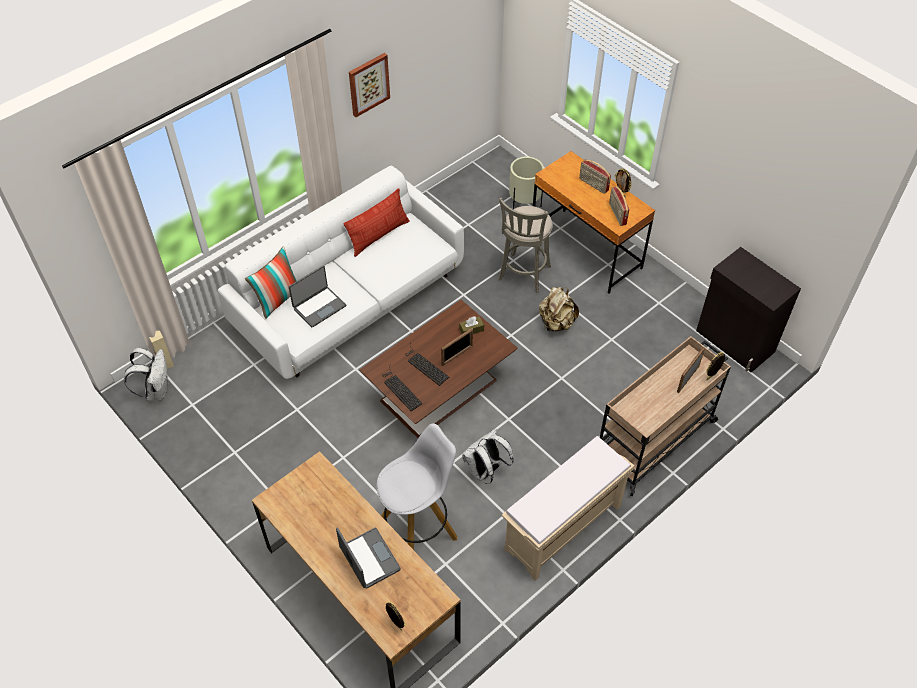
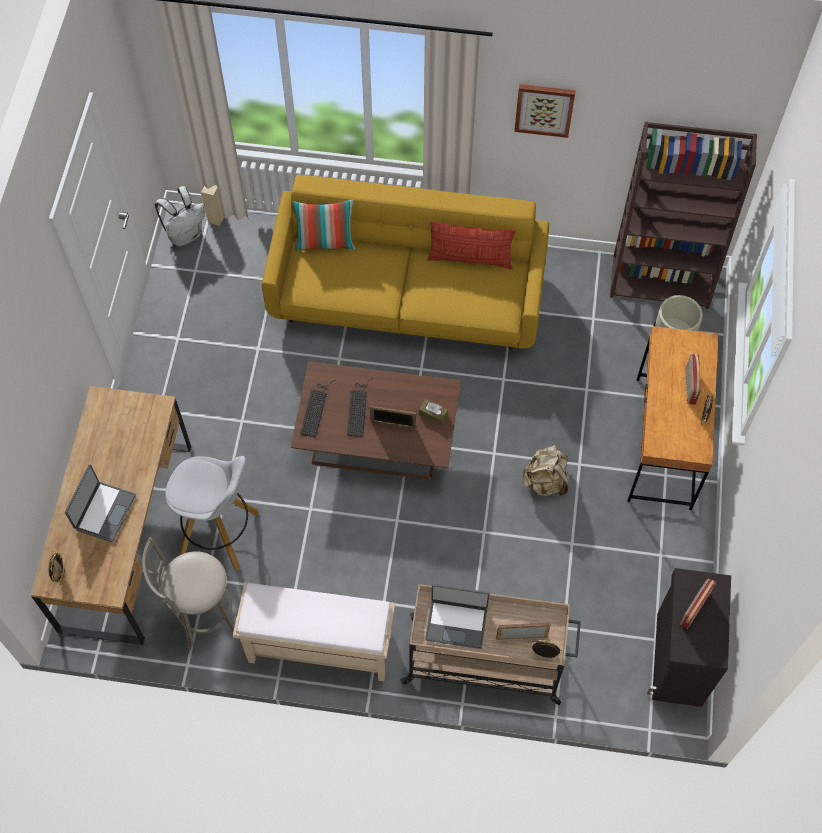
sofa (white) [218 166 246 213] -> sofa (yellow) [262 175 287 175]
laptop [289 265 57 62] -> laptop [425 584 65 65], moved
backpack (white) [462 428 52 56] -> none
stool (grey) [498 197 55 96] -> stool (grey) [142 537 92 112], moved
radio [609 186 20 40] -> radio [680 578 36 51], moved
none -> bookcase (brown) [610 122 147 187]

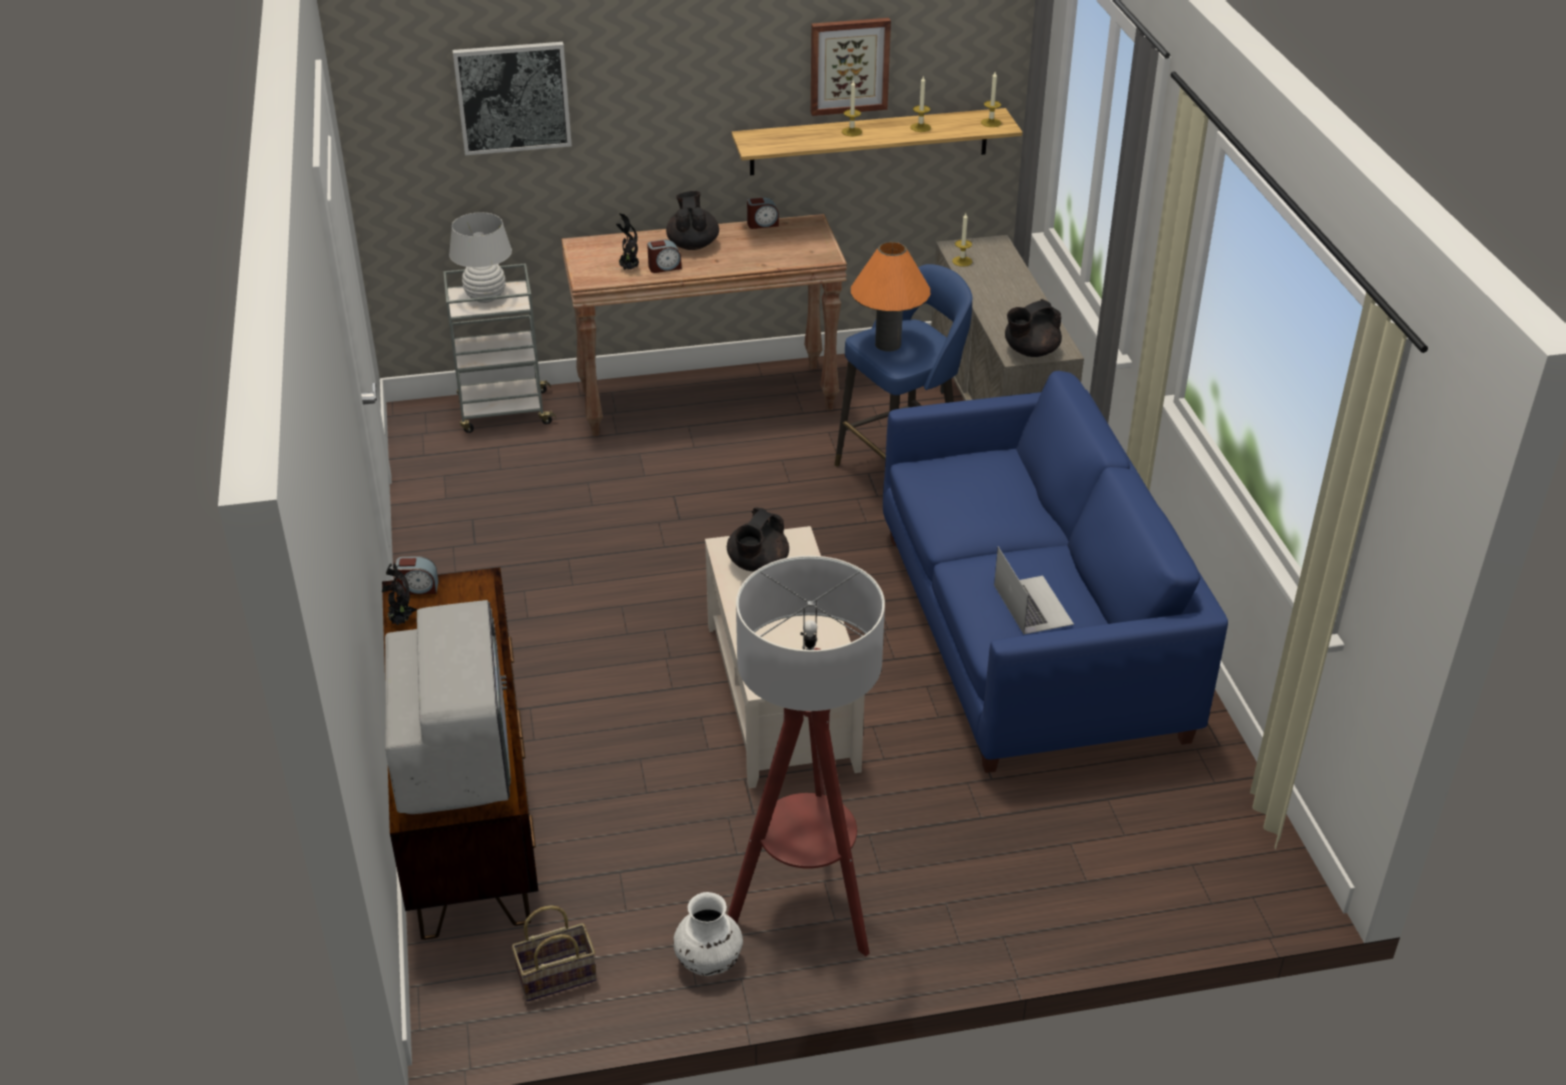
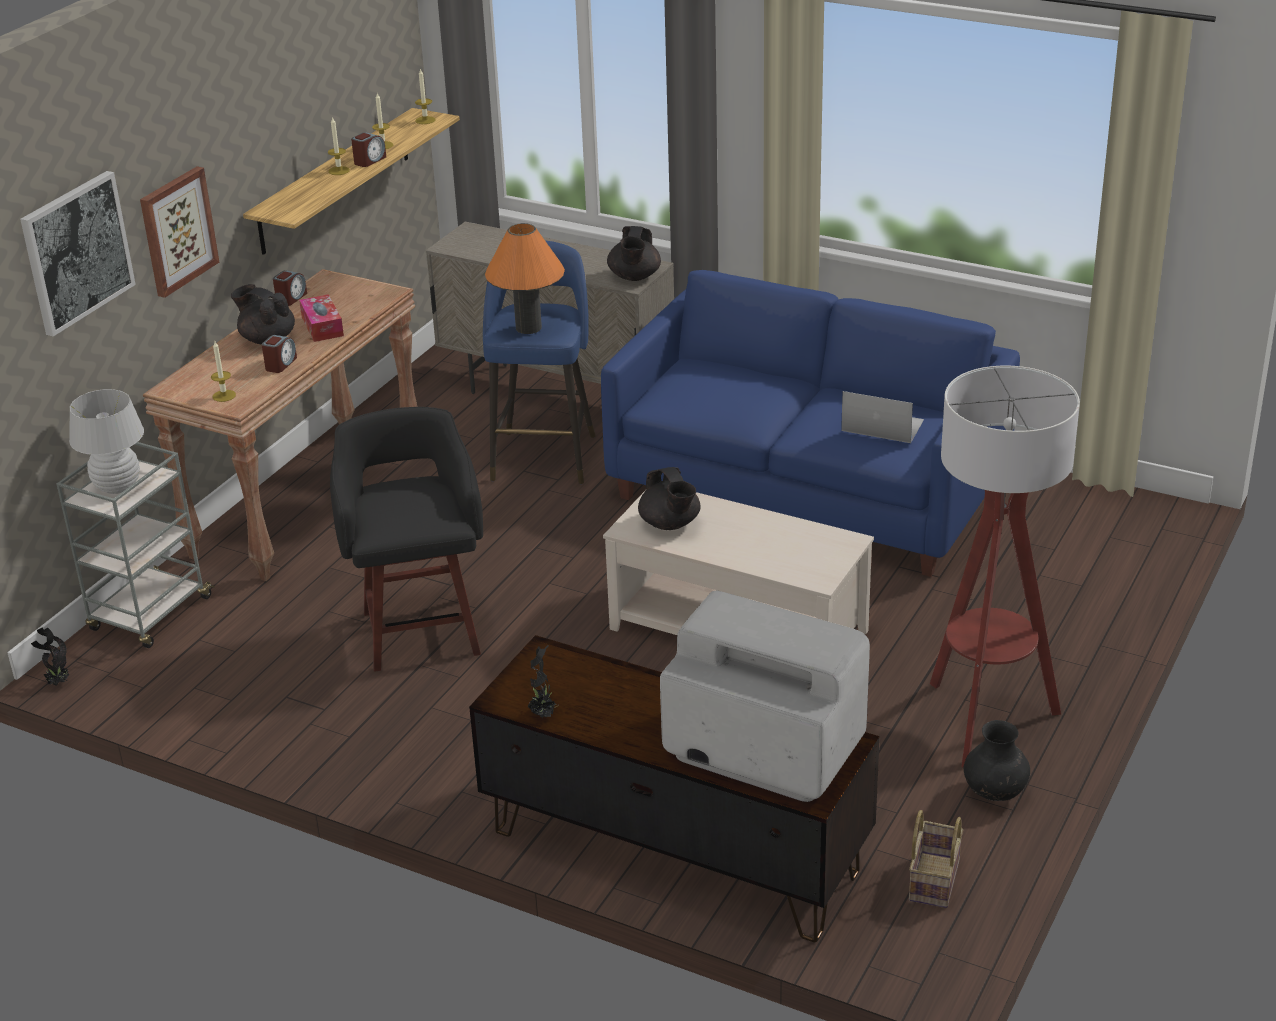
alarm clock [396 556 43 39] -> alarm clock [351 132 35 35], moved
potted plant [616 214 23 56] -> potted plant [31 627 38 59], moved
vase (white) [674 892 69 84] -> vase (black) [964 720 66 81]
picture [811 18 80 98] -> picture [140 166 79 132], moved
candle [952 213 20 54] -> candle [211 341 25 61], moved
none -> tissue box [299 294 45 48]
none -> stool (black) [330 407 153 265]

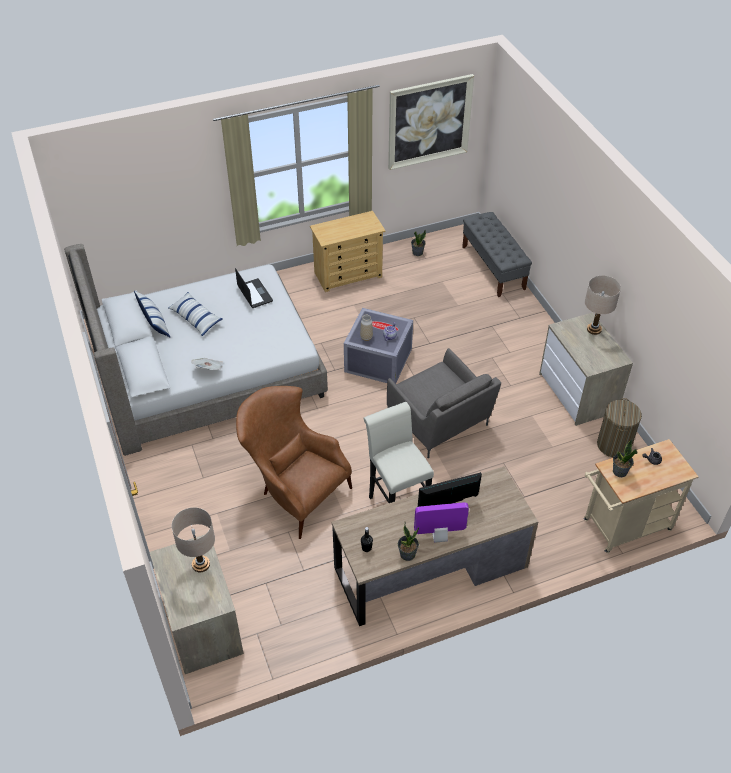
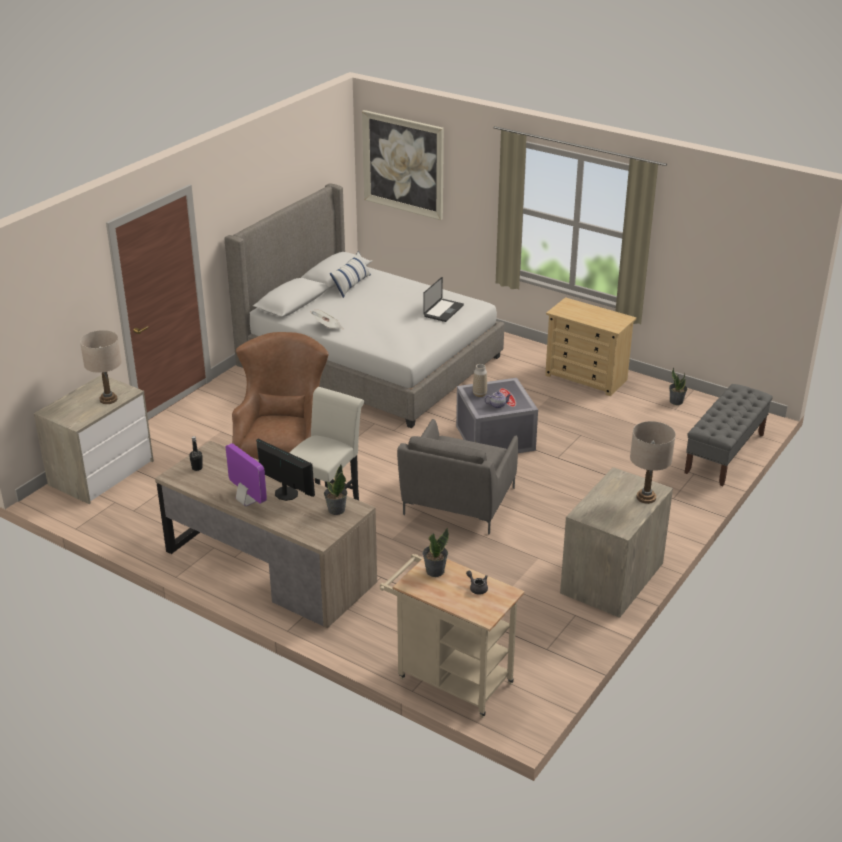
pillow [168 292 55 44] -> none
picture [388 74 86 96] -> picture [362 110 82 110], moved
potted plant [398 525 21 36] -> potted plant [324 465 23 50], moved
laundry basket [597 398 45 60] -> none

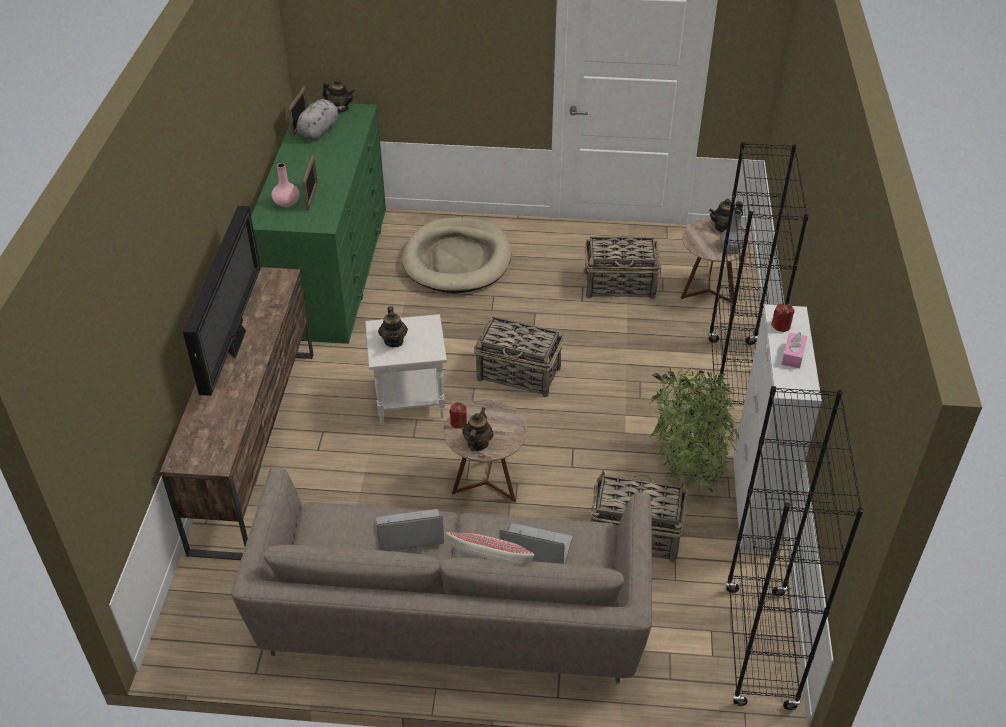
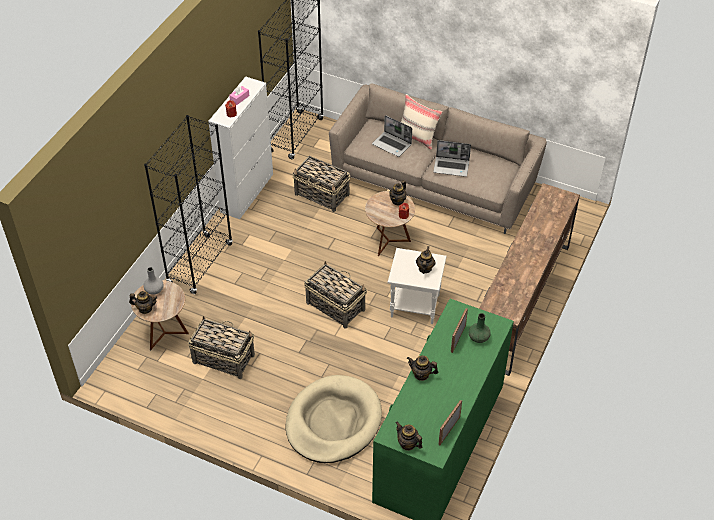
television [183 206 78 190] -> none
vase (pink) [272 163 28 44] -> vase (green) [469 313 22 30]
plush toy (grey) [297 99 48 41] -> none
potted plant [648 367 92 128] -> none
none -> teapot [407 355 32 26]

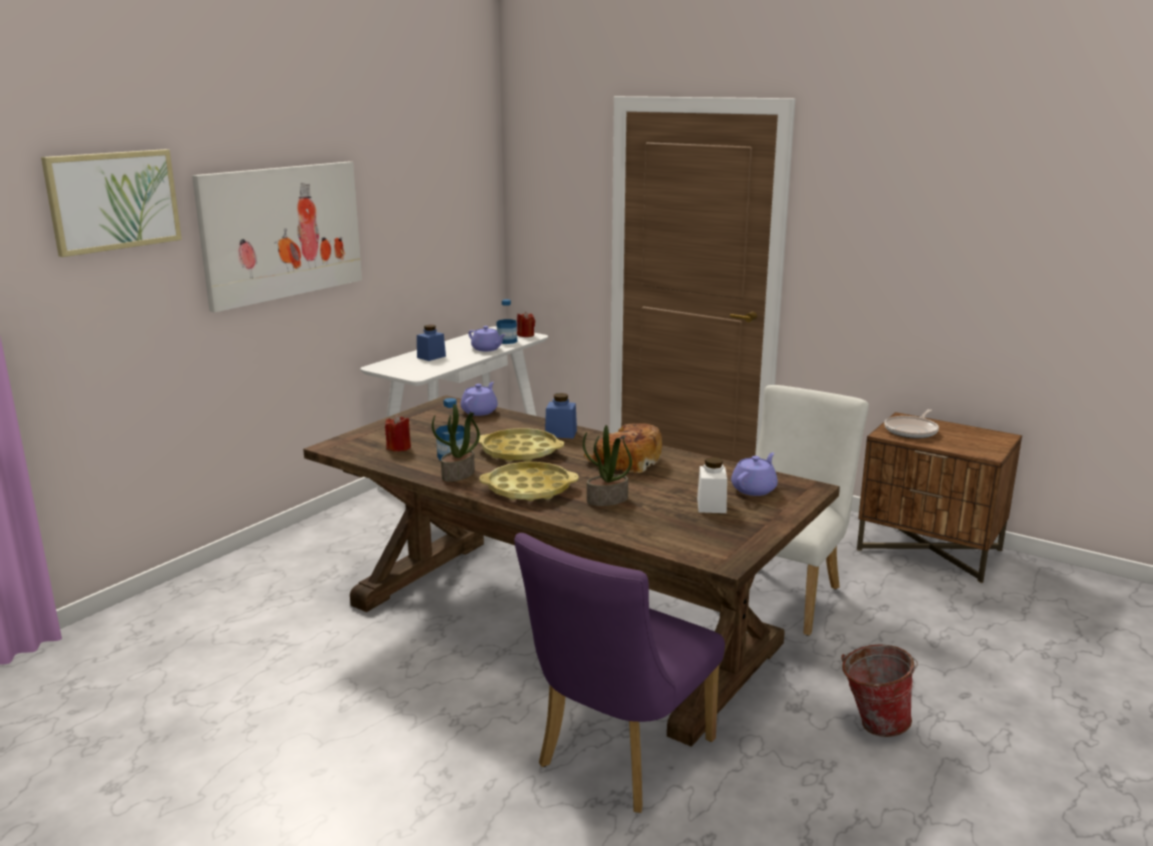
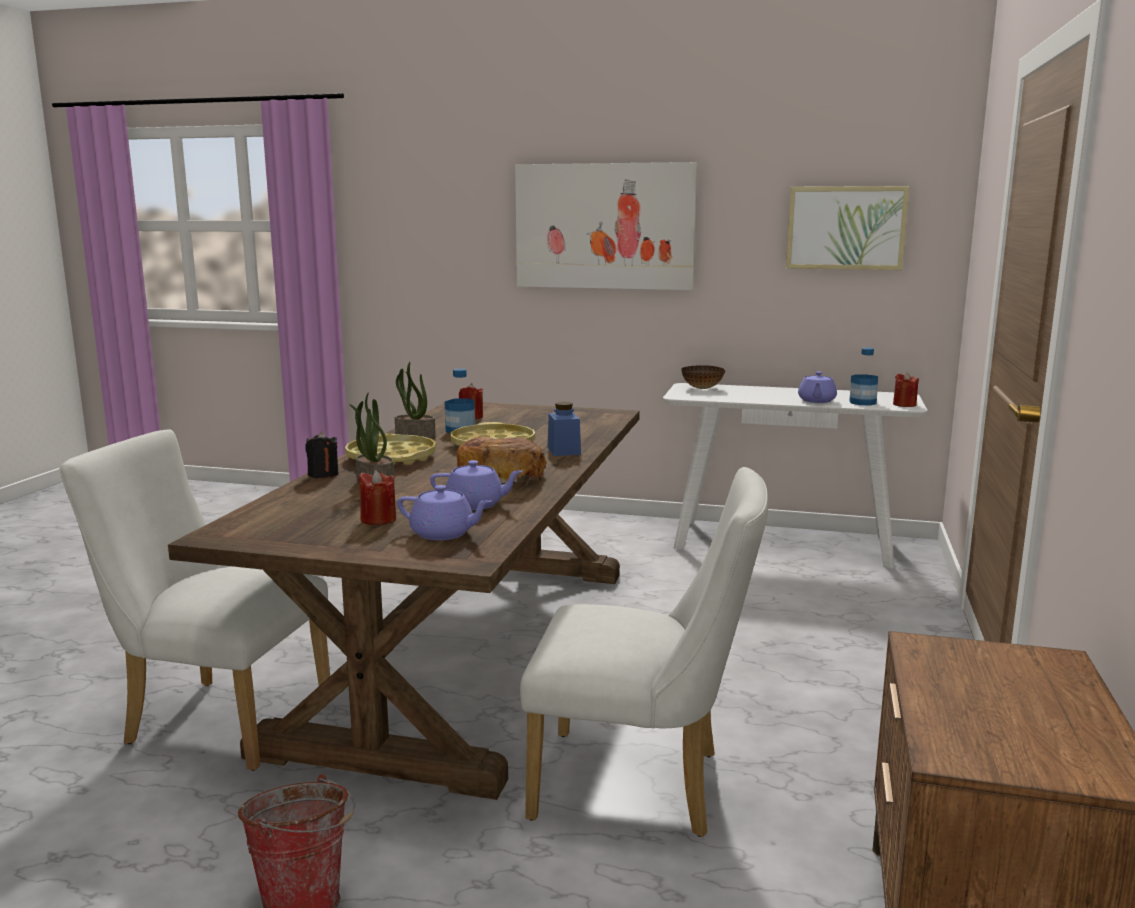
picture [41 149 141 108] -> picture [786 186 124 84], moved
jar (blue) [417 325 29 36] -> none
teapot (purple) [460 382 38 34] -> teapot (purple) [430 460 93 50], moved
chair (purple) [514 533 211 280] -> chair (white) [59 429 271 342]
jar (white) [697 457 30 56] -> candle (red) [358 470 38 55]
frying pan [884 409 55 30] -> none
none -> candle (black) [305 431 34 47]
none -> bowl [681 365 44 24]

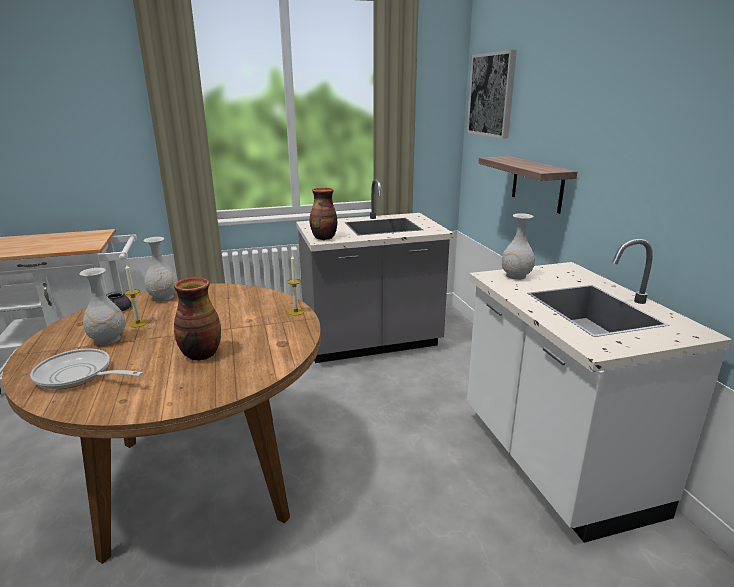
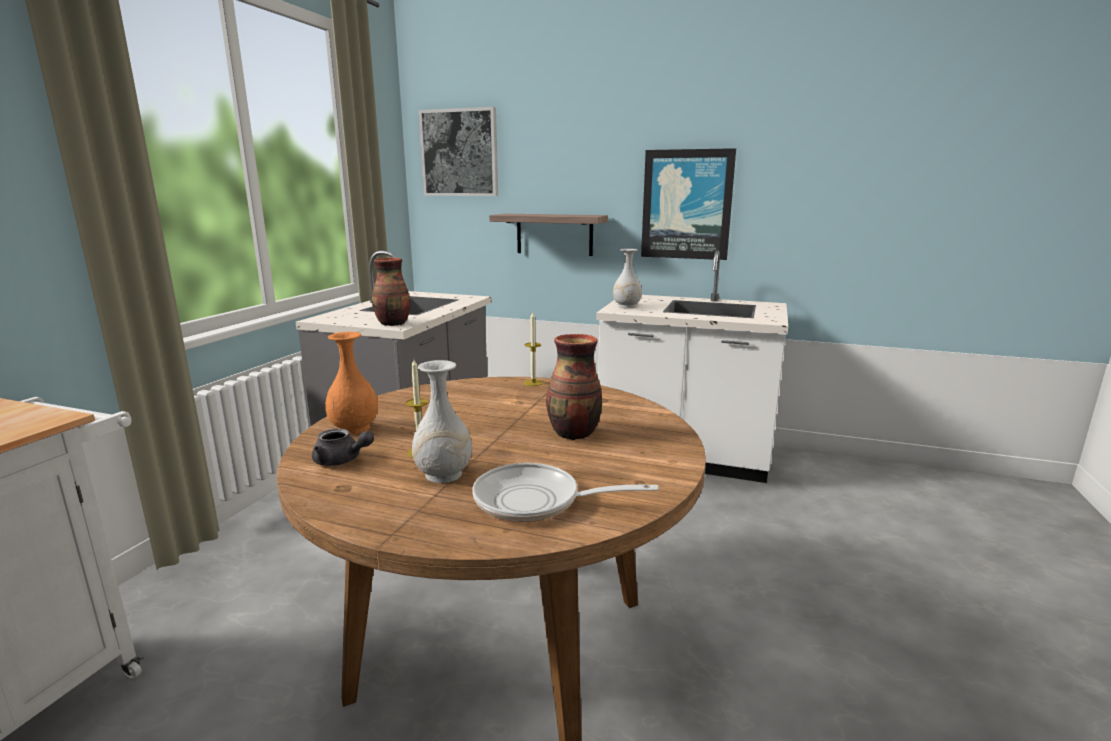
frying pan [30 349 113 40] -> frying pan [472 463 186 59], 45 degrees clockwise
vase (white) [143 237 35 64] -> vase (orange) [325 332 53 103]
none -> picture [641 148 95 112]

